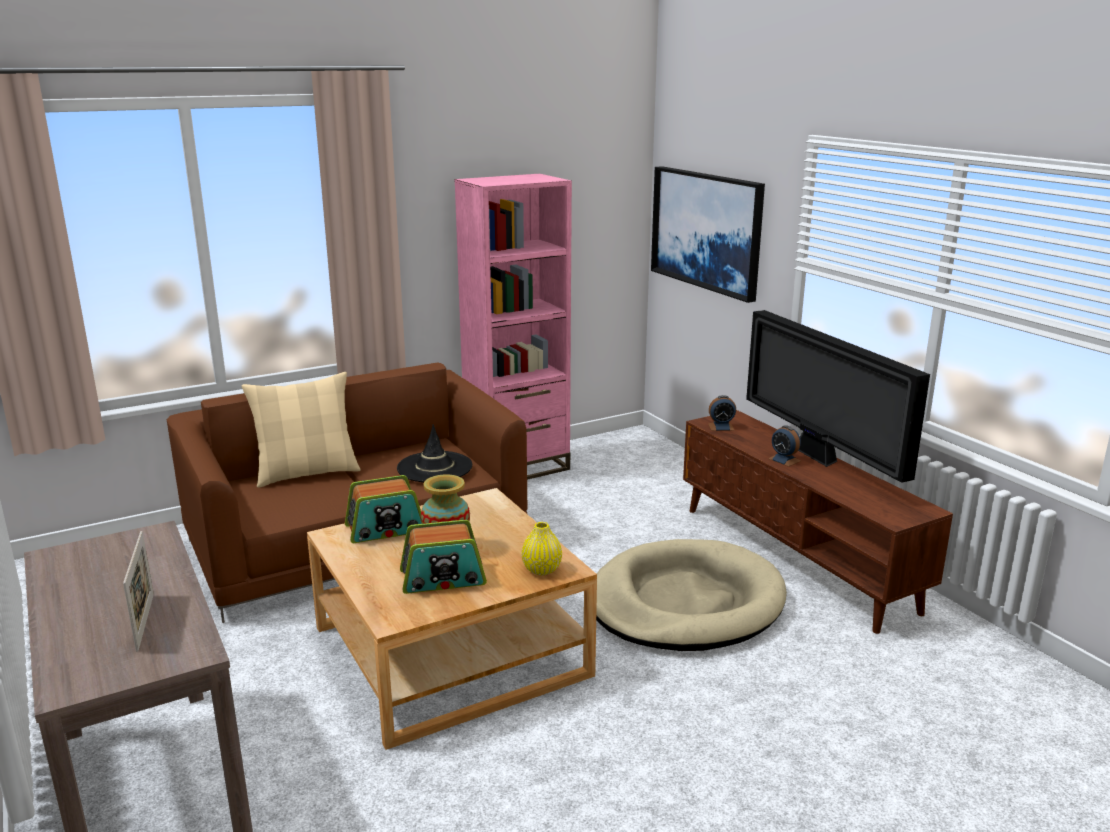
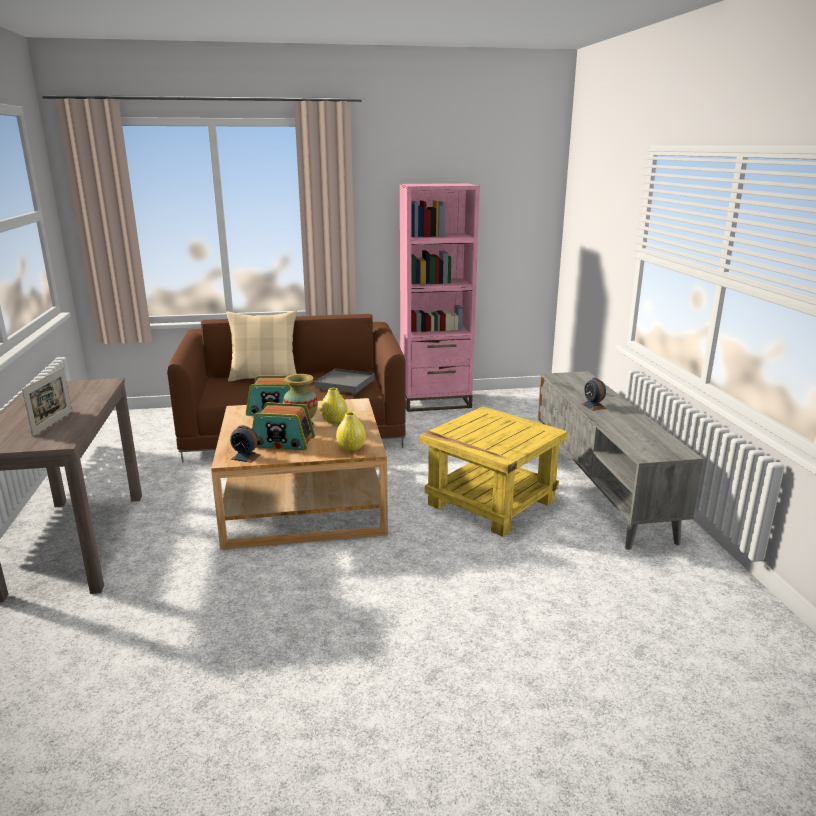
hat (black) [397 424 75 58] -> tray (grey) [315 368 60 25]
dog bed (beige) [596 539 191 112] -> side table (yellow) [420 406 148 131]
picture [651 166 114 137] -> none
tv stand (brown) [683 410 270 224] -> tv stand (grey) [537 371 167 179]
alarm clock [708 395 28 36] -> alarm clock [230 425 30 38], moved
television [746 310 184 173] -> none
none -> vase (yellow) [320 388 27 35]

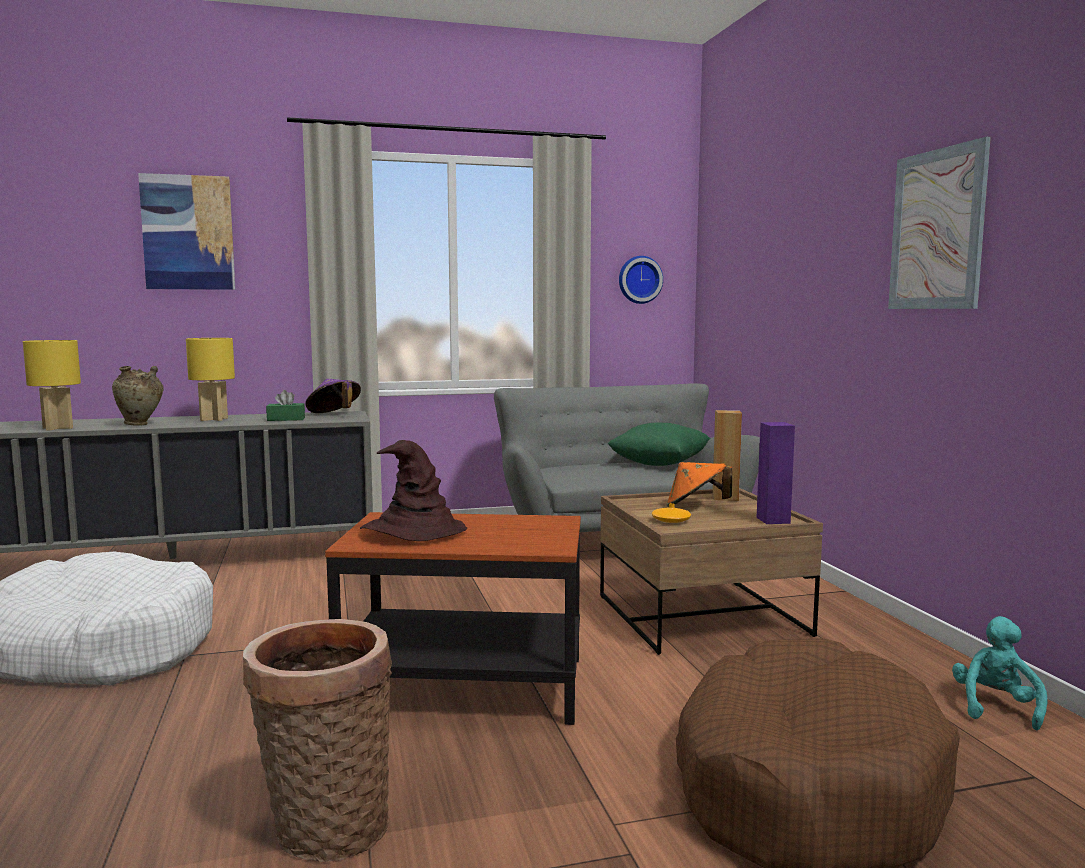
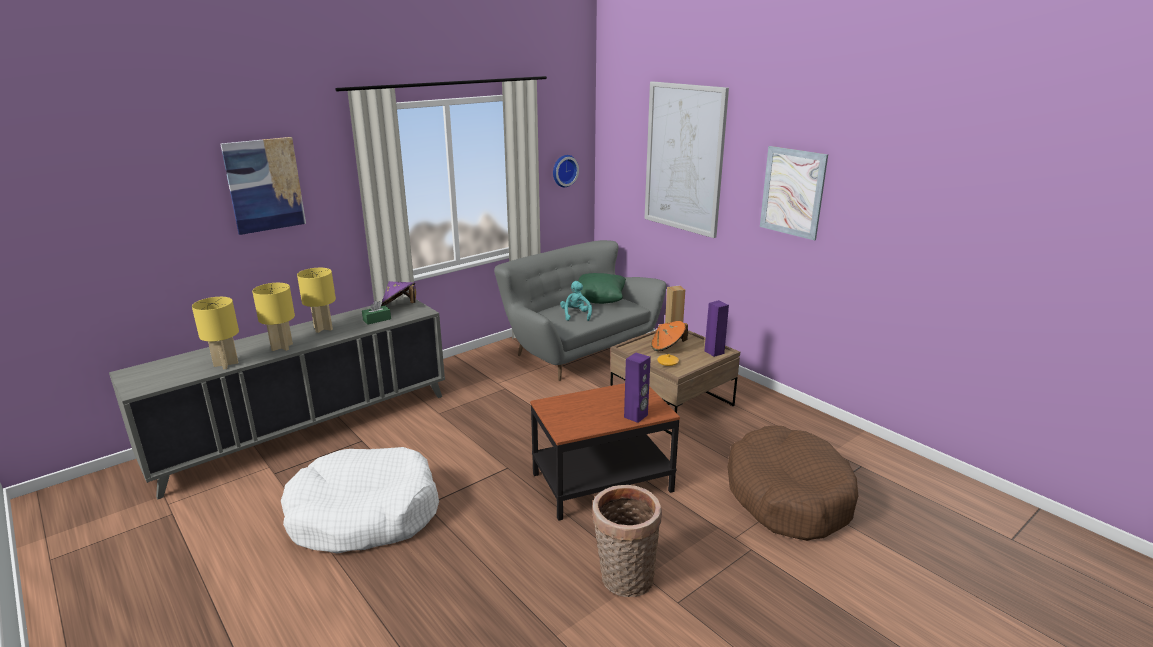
vase (beige) [112 366 52 59] -> table lamp (yellow) [252 283 43 68]
hat (brown) [360 440 107 101] -> none
plush toy (turquoise) [952 616 96 114] -> plush toy (turquoise) [560 281 32 40], moved
none -> speaker (purple) [624 353 27 70]
none -> picture [644 81 85 157]

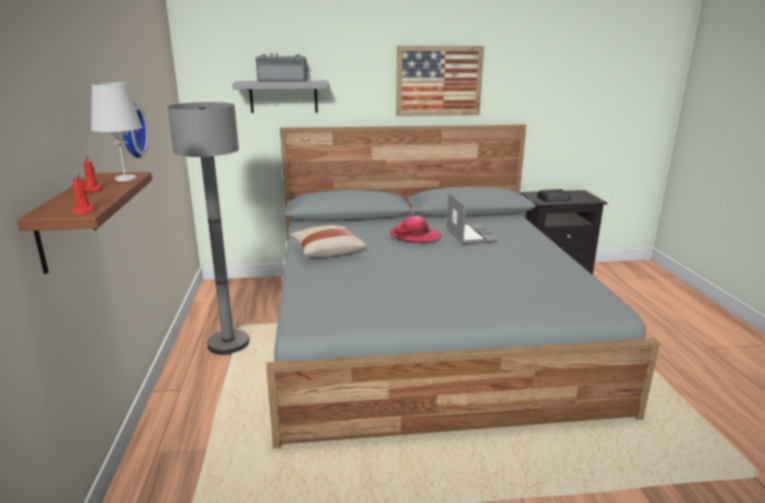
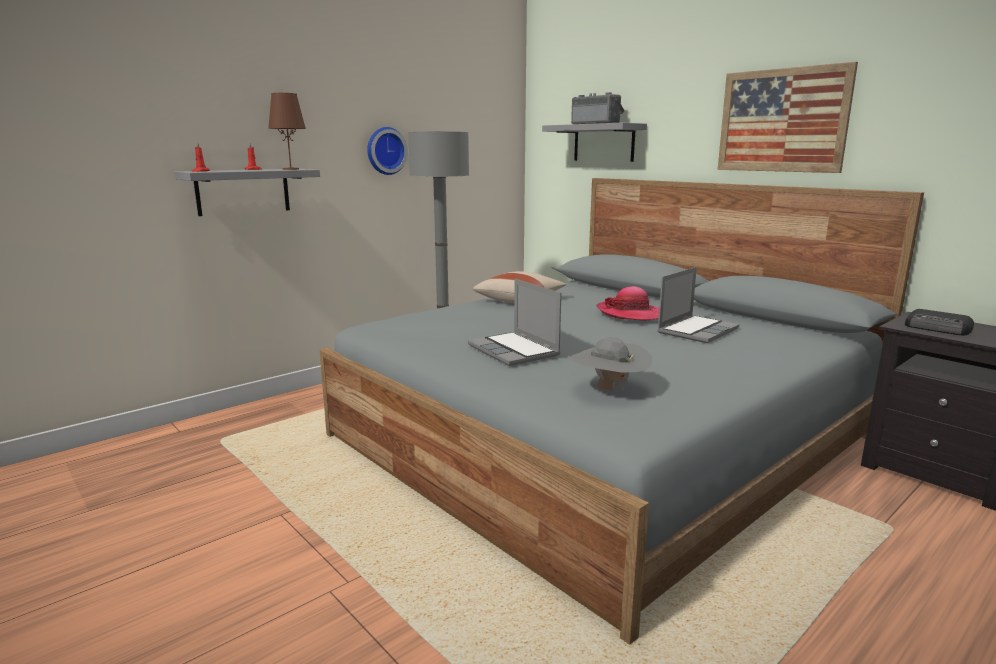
shelf (brown) [17 172 135 102] -> shelf (grey) [174 169 146 47]
table lamp (white) [91 83 51 98] -> table lamp (brown) [268 93 38 77]
none -> laptop [468 279 93 87]
none -> hat (grey) [569 337 84 54]

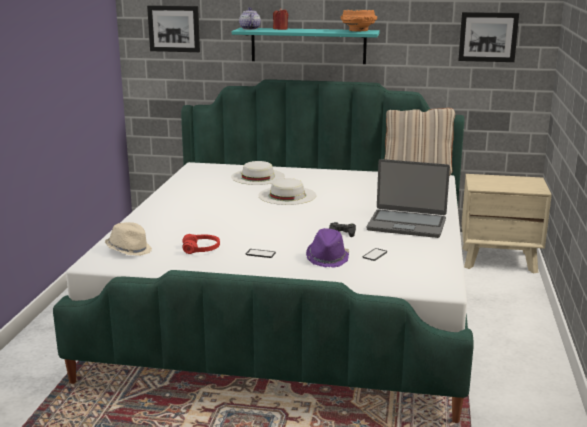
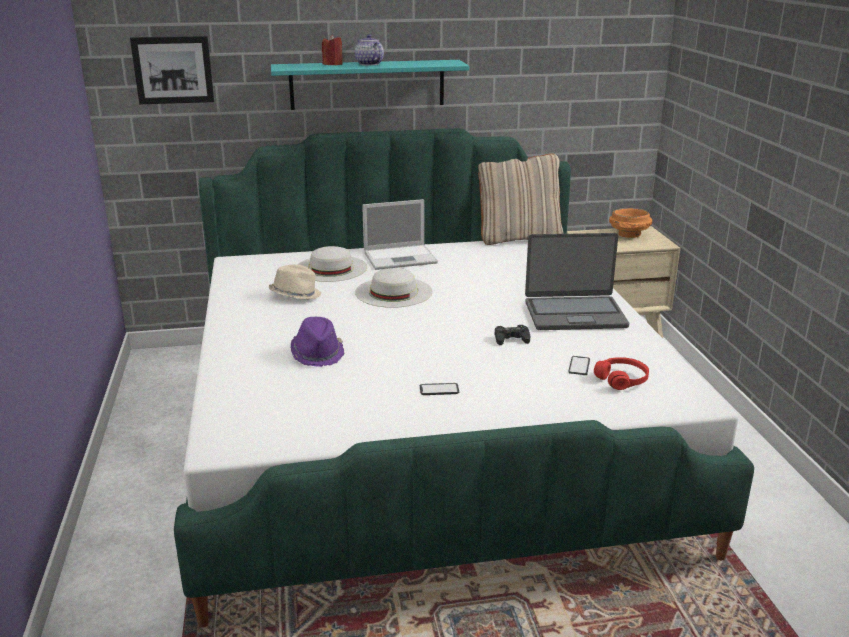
hat (beige) [105 222 47 34] -> hat (beige) [269 264 53 36], moved
headphones (red) [182 234 38 20] -> headphones (red) [594 357 55 33], moved
teapot [239 7 22 23] -> teapot [355 34 29 32], moved
hat (purple) [306 228 43 40] -> hat (purple) [291 317 54 50], moved
bowl (orange) [341 10 36 21] -> bowl (orange) [609 208 43 30], moved
picture [458 12 61 50] -> none
none -> laptop [362 199 76 71]

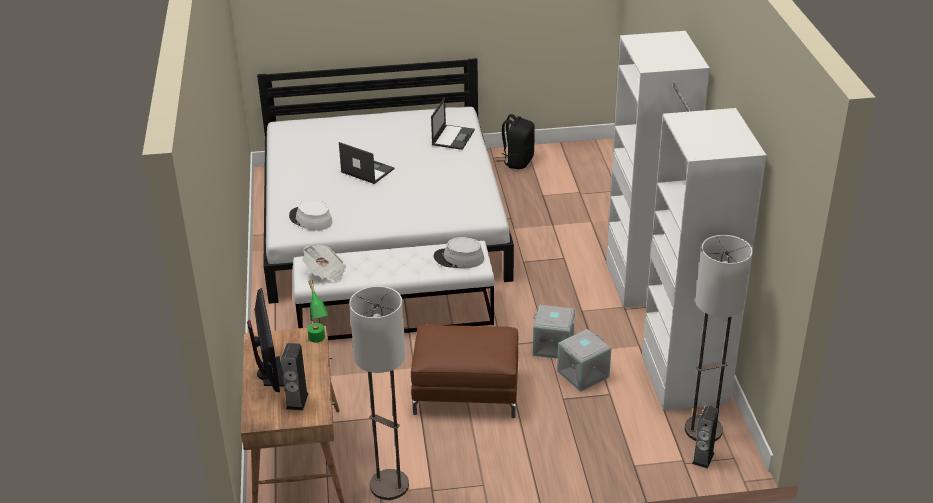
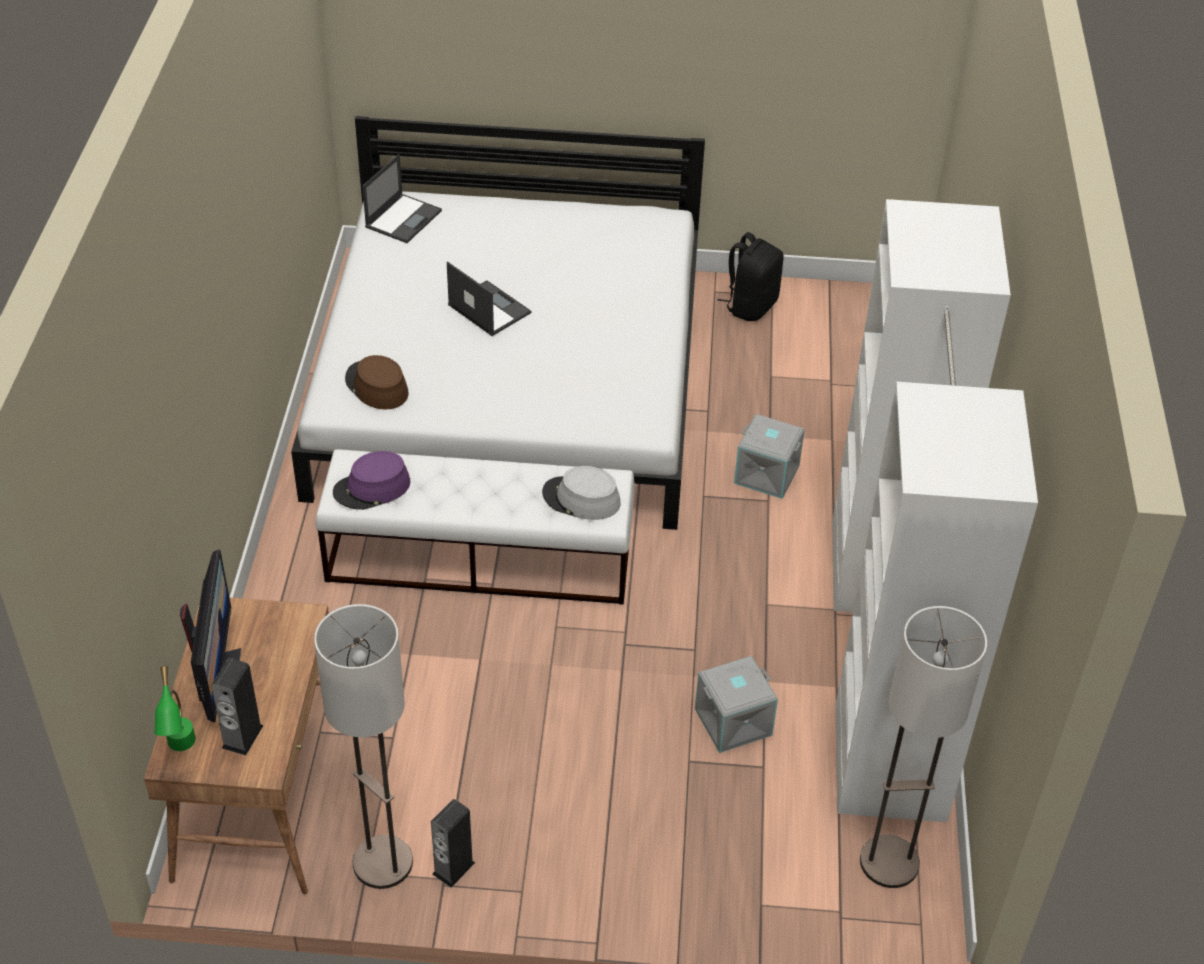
hat (white) [289 199 44 32] -> hat (brown) [345 355 64 55]
newspaper [302 245 44 37] -> hat (purple) [333 451 77 59]
table lamp (green) [307 280 21 63] -> table lamp (green) [154 666 42 85], moved
ottoman (brown) [411 324 107 94] -> none
laptop [431 97 44 53] -> laptop [362 154 80 89], moved
storage box (grey) [533 305 42 54] -> storage box (grey) [734 414 71 85], moved
speaker [692 405 27 64] -> speaker [431 799 44 88], moved

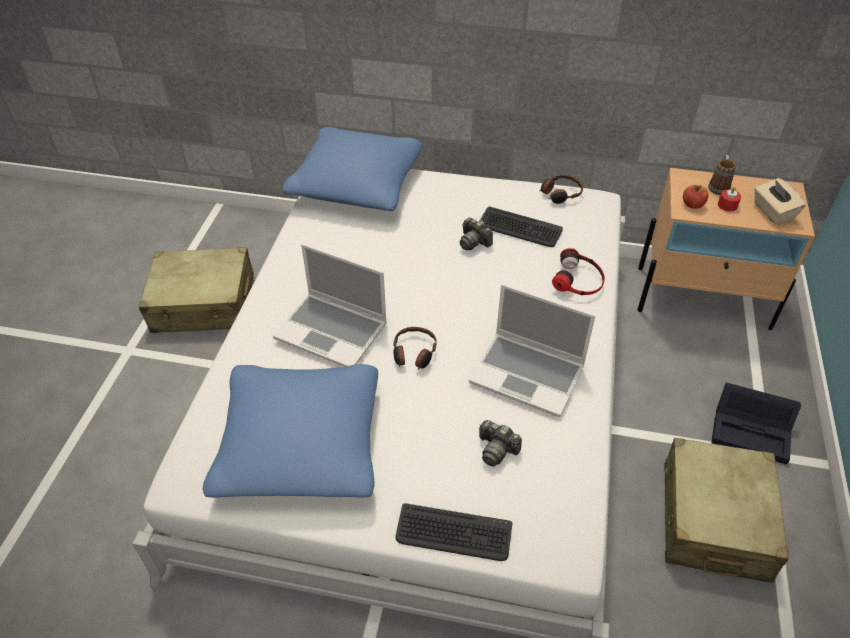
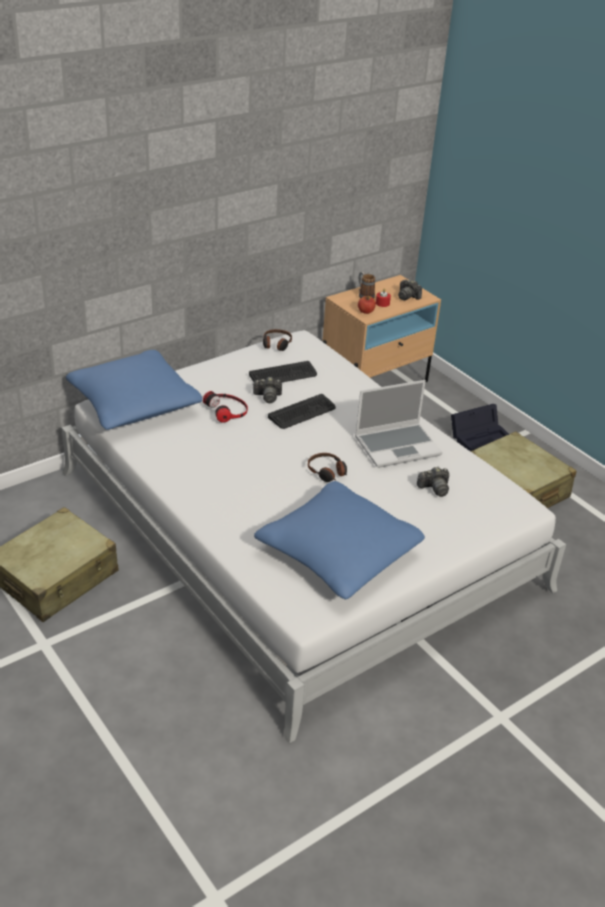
laptop [273 244 114 123] -> none
keyboard [396 503 116 58] -> keyboard [268 394 68 35], moved
headphones [552 248 53 47] -> headphones [203 391 45 32], moved
tissue box (beige) [754 178 52 46] -> photo camera [398 279 24 22]

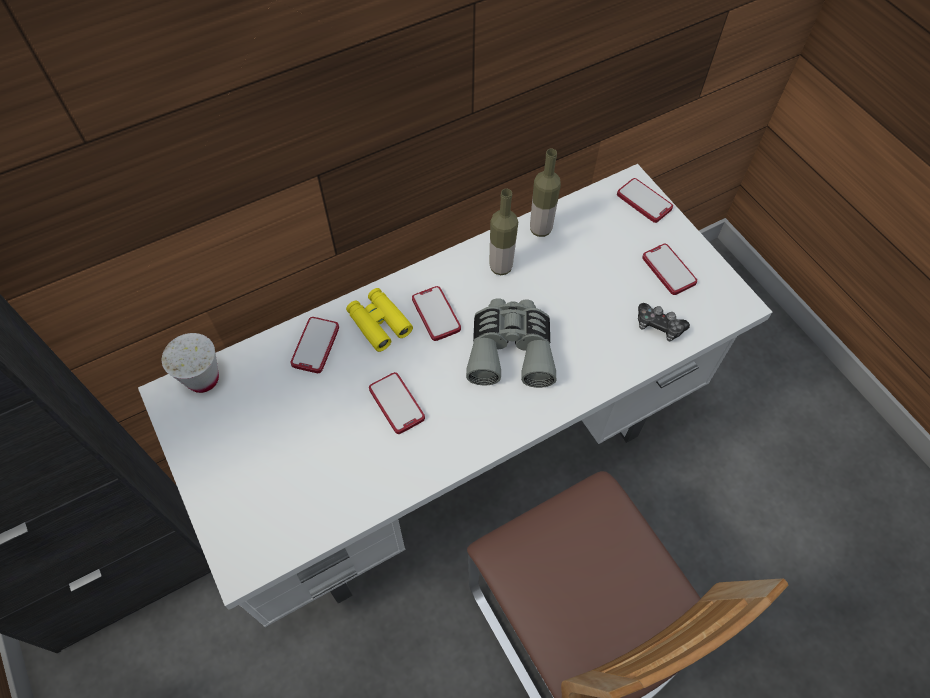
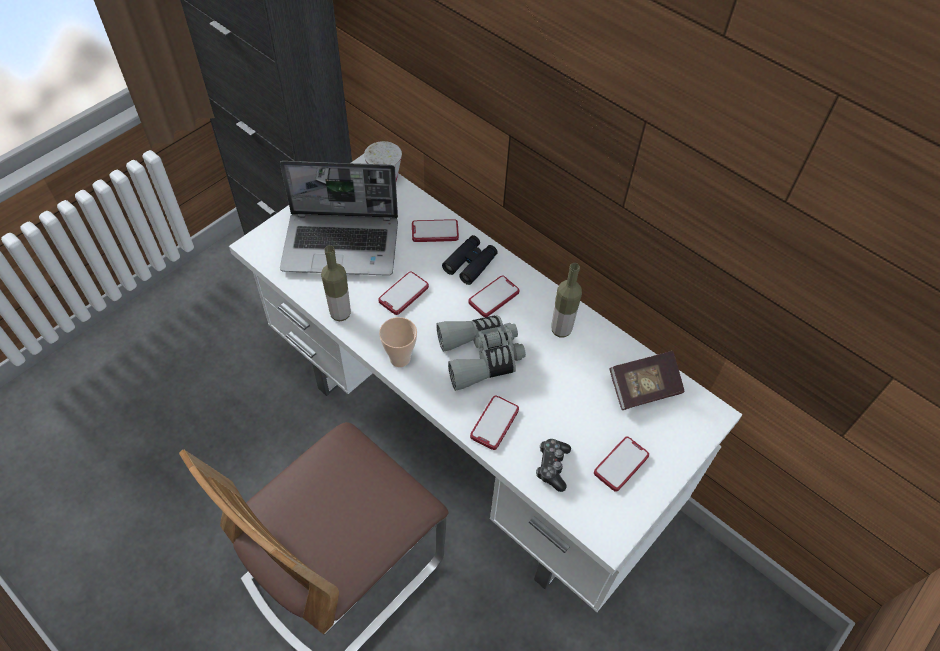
binoculars (yellow) [346 288 67 64] -> binoculars (black) [442 235 56 50]
bottle [530 149 31 88] -> bottle [321 245 30 76], moved
phone [617 178 56 45] -> phone [470 395 49 55], moved
none -> laptop [280 161 118 115]
none -> cup [379 317 38 50]
none -> book [609 351 75 59]

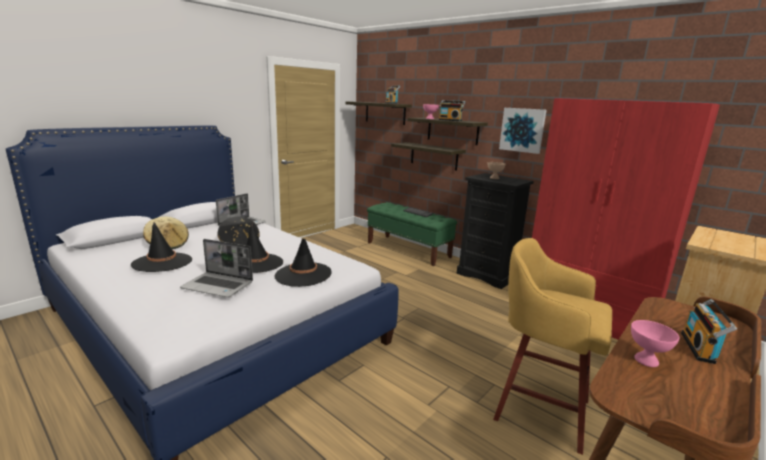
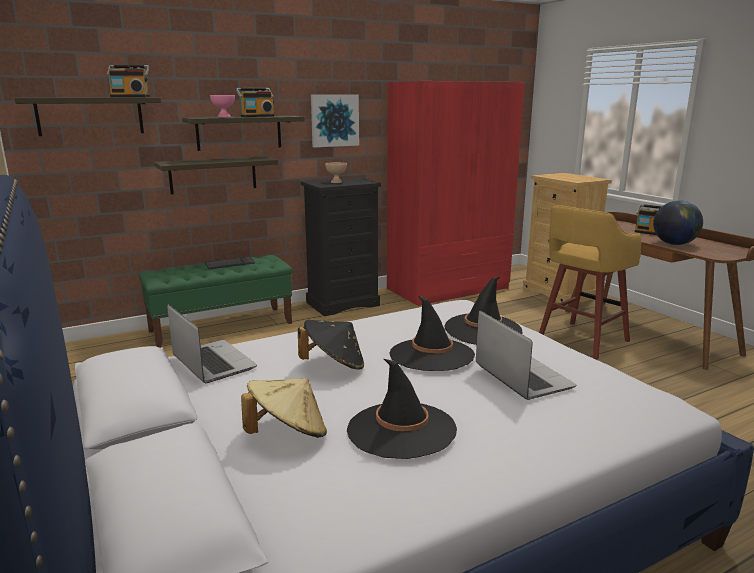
laptop [180 239 73 58] -> laptop [476 311 100 89], 60 degrees counterclockwise
bowl (pink) [631 320 49 47] -> globe [653 201 50 44]

